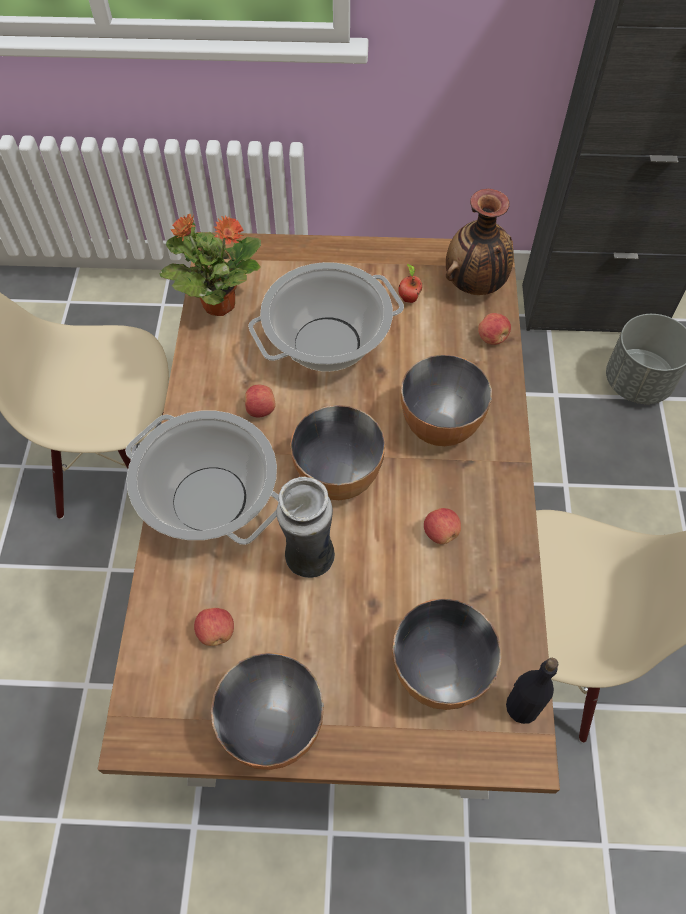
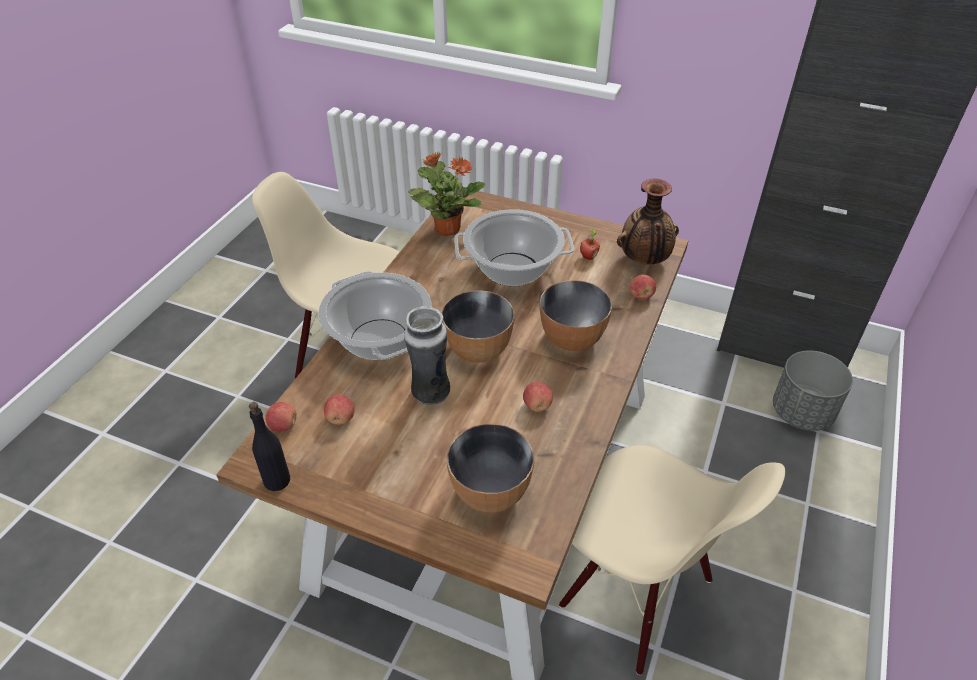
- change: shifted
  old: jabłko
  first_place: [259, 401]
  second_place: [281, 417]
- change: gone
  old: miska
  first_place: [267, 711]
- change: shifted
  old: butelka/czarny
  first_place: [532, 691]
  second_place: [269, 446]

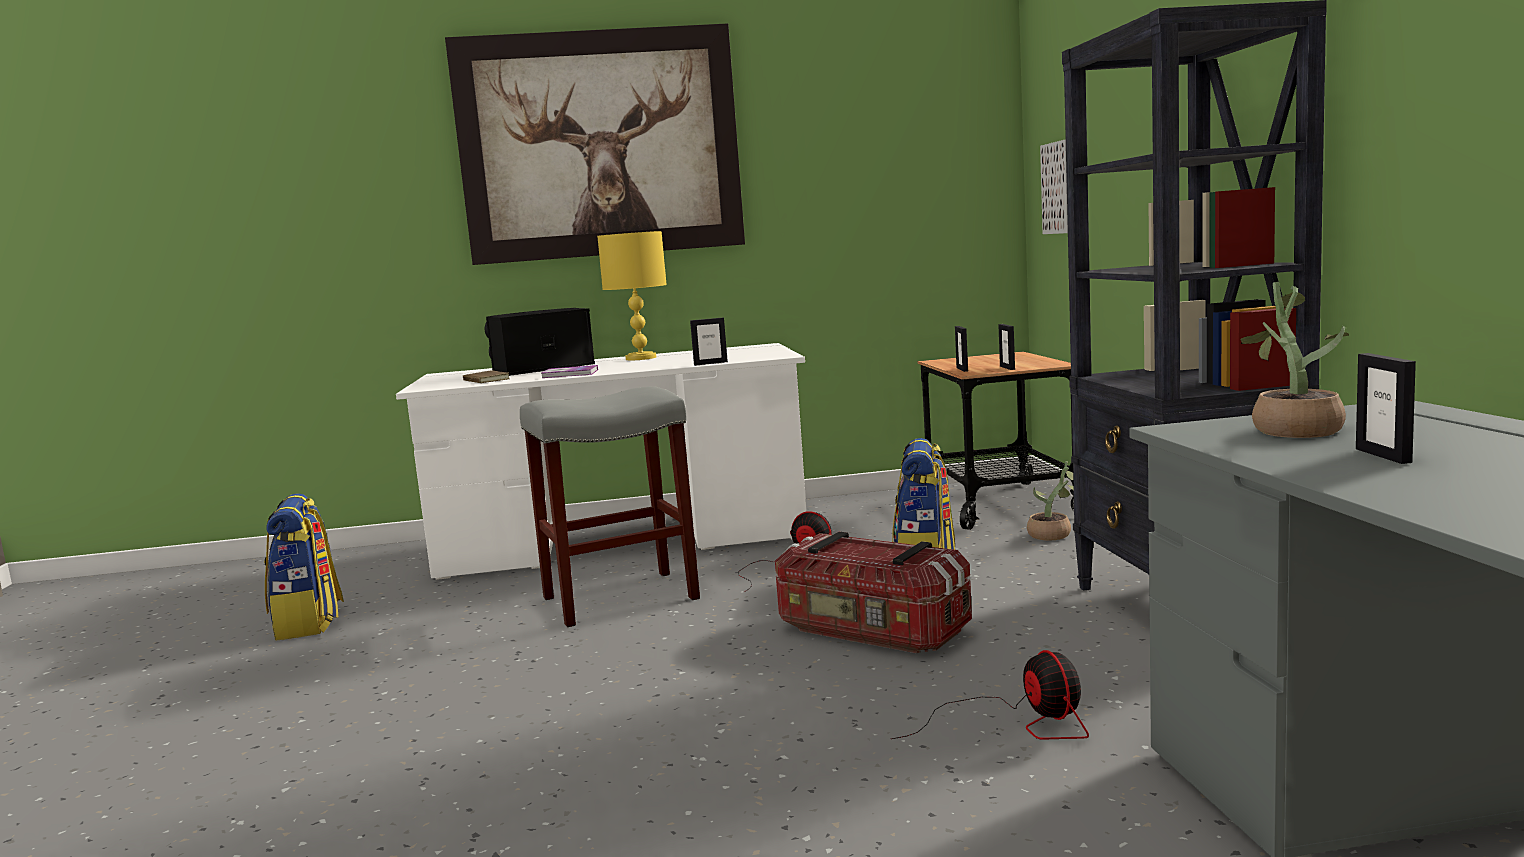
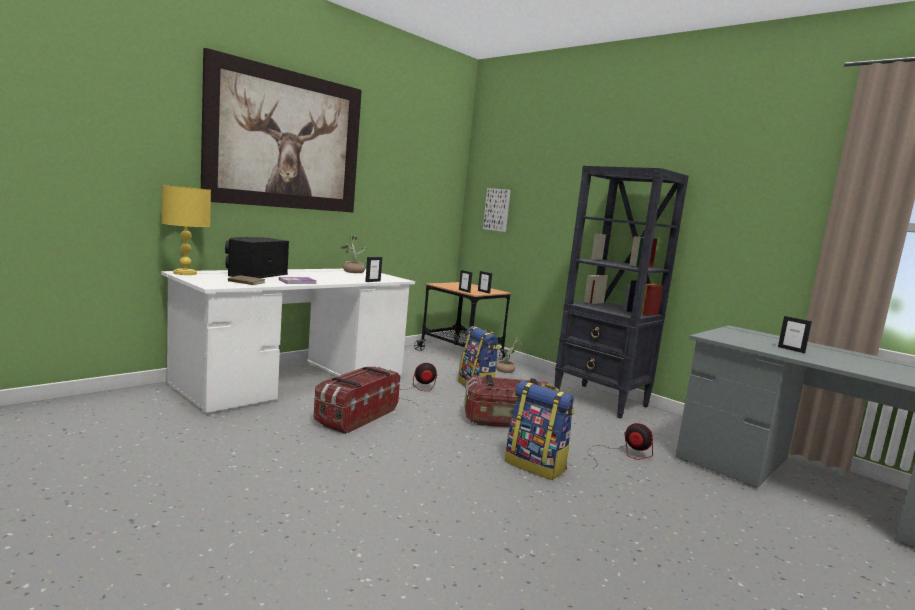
- change: shifted
  old: lampa stołowa/żółty
  first_place: [632, 295]
  second_place: [186, 230]
- change: shifted
  old: roślina doniczkowa
  first_place: [1294, 360]
  second_place: [354, 253]
- change: swapped
  old: stołek/szary
  new: pojemnik do przechowywania
  first_place: [610, 506]
  second_place: [357, 400]
- change: shifted
  old: plecak
  first_place: [304, 566]
  second_place: [539, 430]

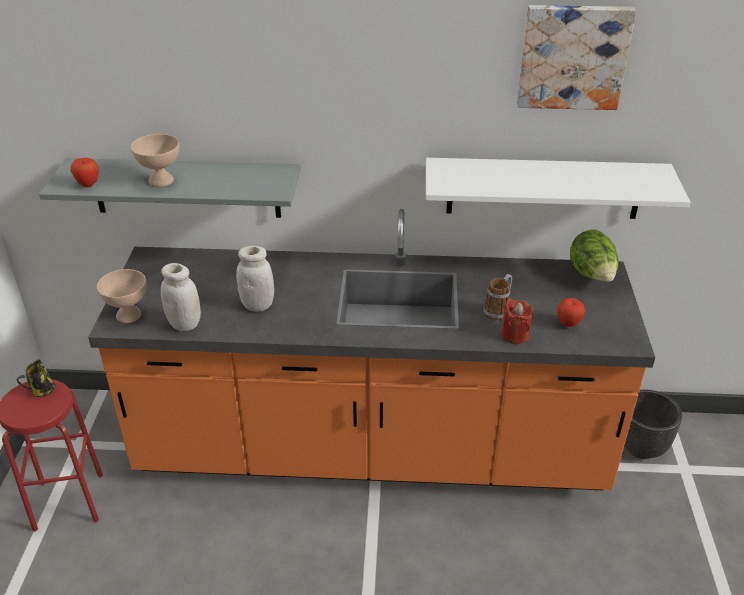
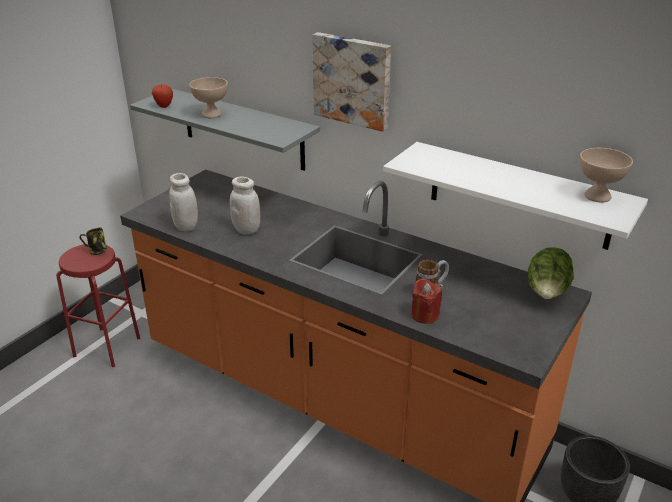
- change: shifted
  old: obraz
  first_place: [576, 57]
  second_place: [351, 82]
- change: shifted
  old: miska/beżowy
  first_place: [121, 296]
  second_place: [606, 175]
- change: gone
  old: jabłko
  first_place: [571, 312]

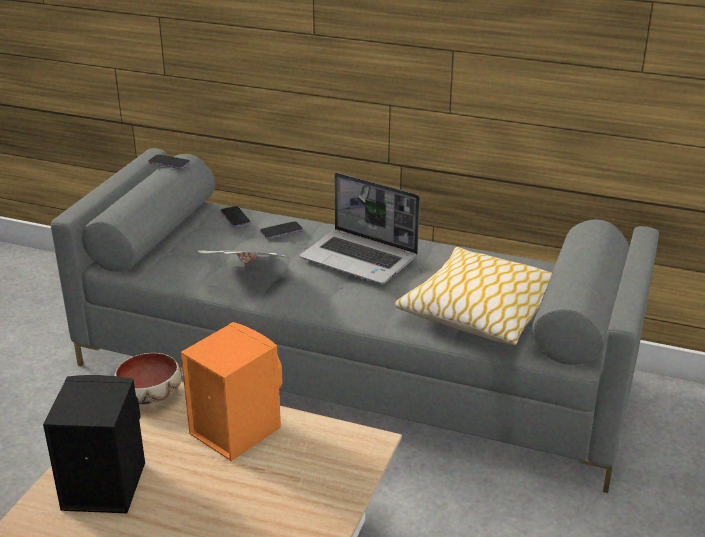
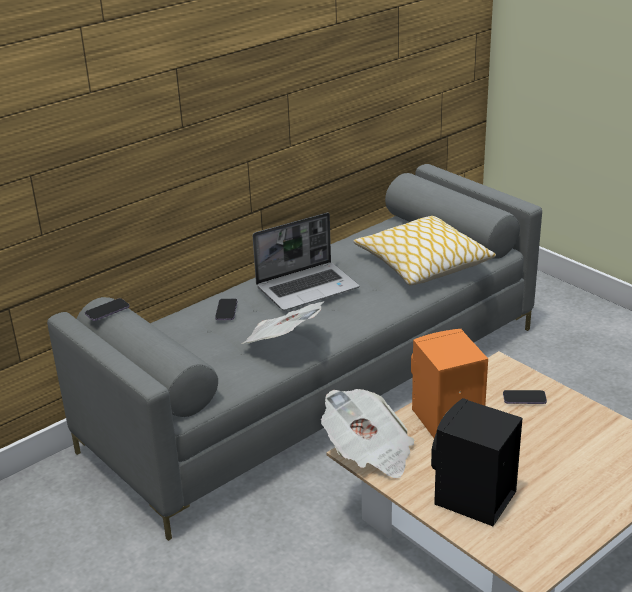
- change: shifted
  old: telefon
  first_place: [235, 216]
  second_place: [525, 397]
- change: swapped
  old: miska
  new: gazeta
  first_place: [148, 378]
  second_place: [368, 433]

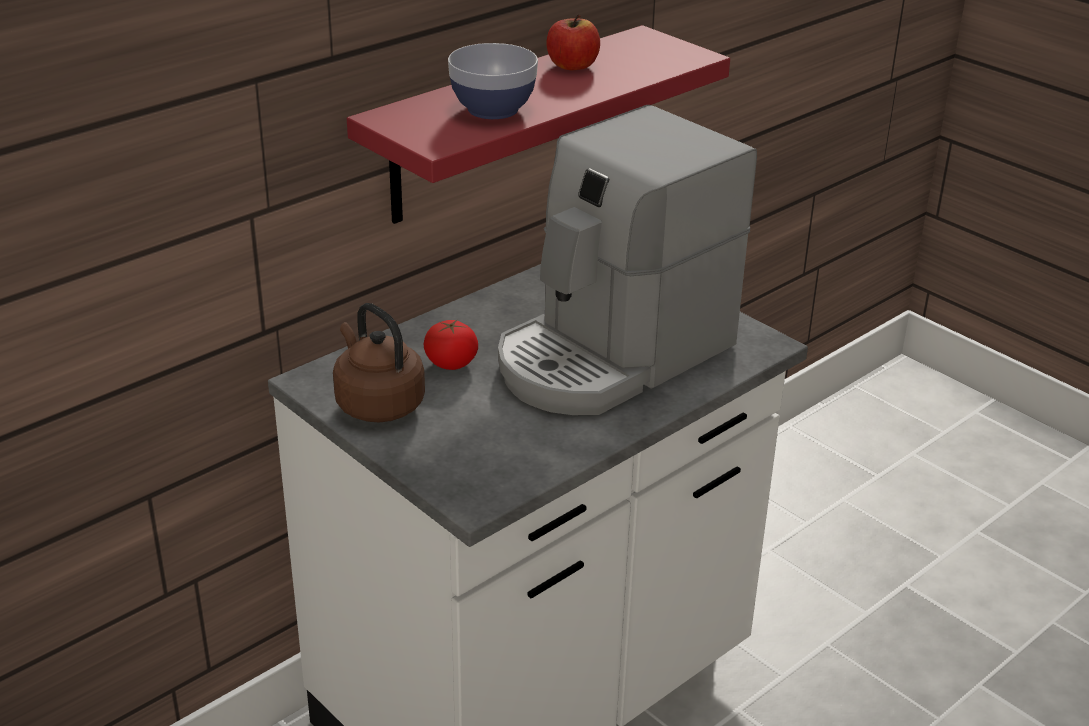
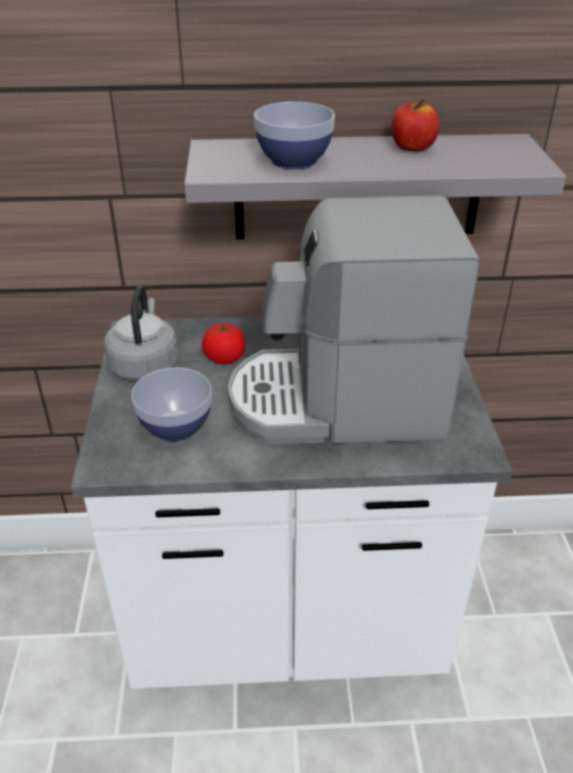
- change: repainted
  old: półka/czerwony
  new: półka/szary
  first_place: [538, 124]
  second_place: [375, 187]
- change: repainted
  old: czajnik/brązowy
  new: czajnik/szary
  first_place: [379, 362]
  second_place: [141, 333]
- change: new
  new: miska
  second_place: [171, 404]

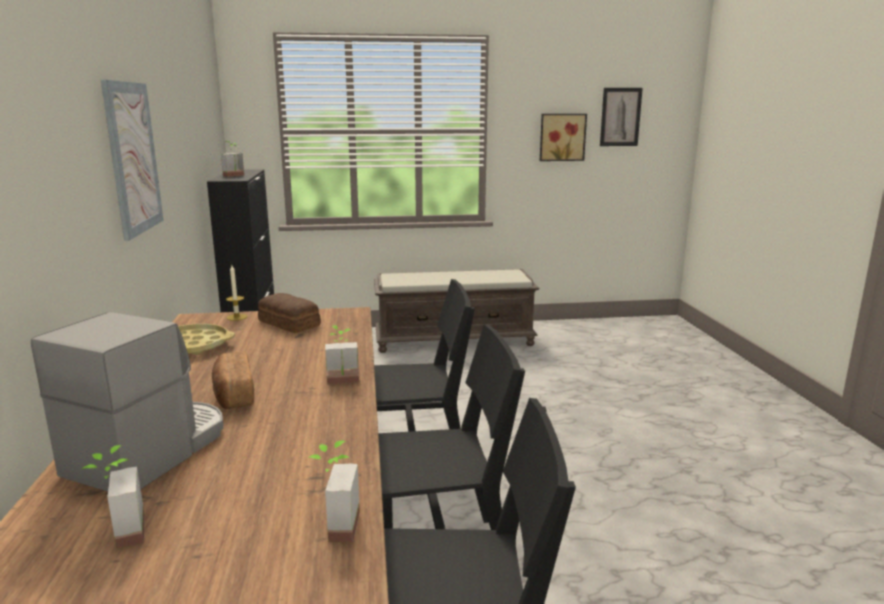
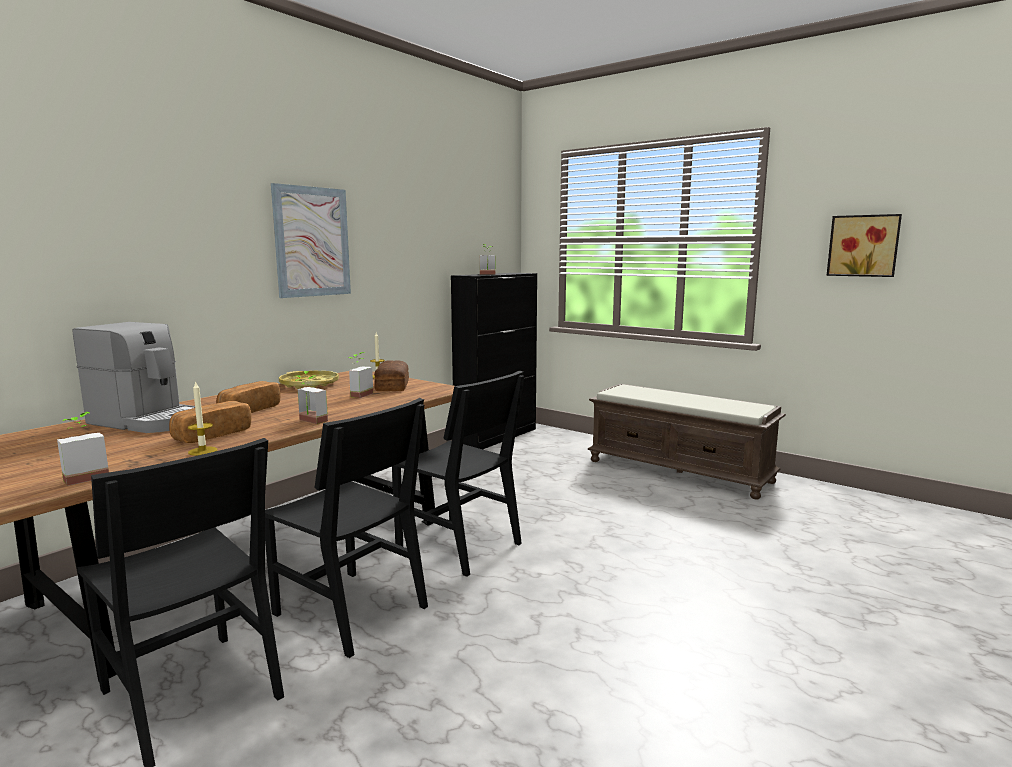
- change: gone
  old: obraz
  first_place: [621, 117]
- change: rotated
  old: ekspres do kawy
  first_place: [127, 401]
  second_place: [134, 377]
  degrees: 45
- change: shifted
  old: roślina doniczkowa
  first_place: [113, 497]
  second_place: [360, 375]
- change: new
  new: świeca
  second_place: [202, 418]
- change: new
  new: chleb
  second_place: [210, 422]

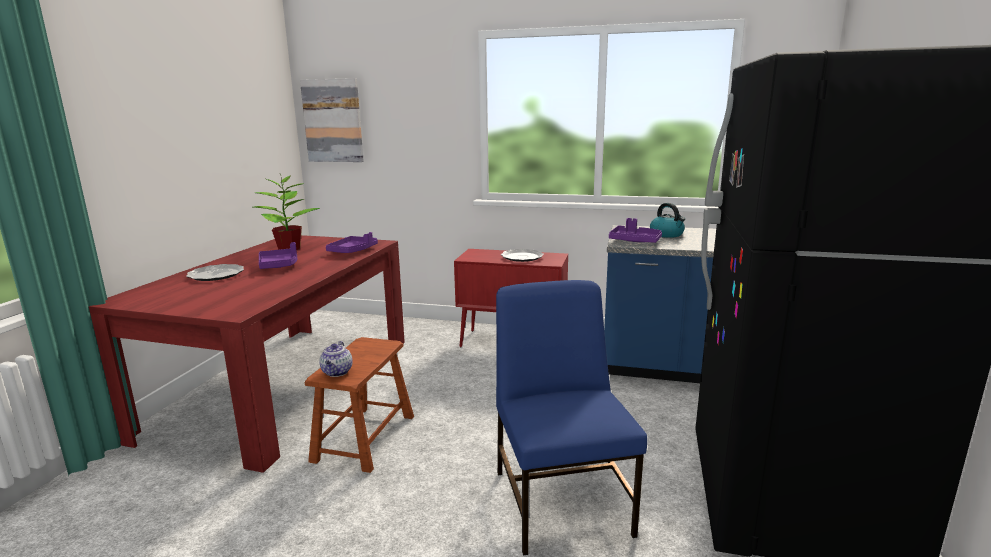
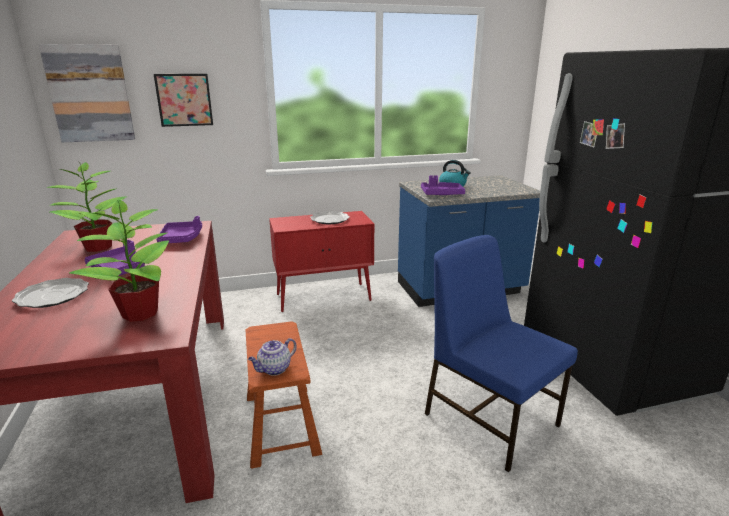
- change: rotated
  old: imbryk
  first_place: [336, 359]
  second_place: [272, 357]
  degrees: 75
- change: new
  new: obraz
  second_place: [183, 100]
- change: new
  new: roślina doniczkowa
  second_place: [119, 261]

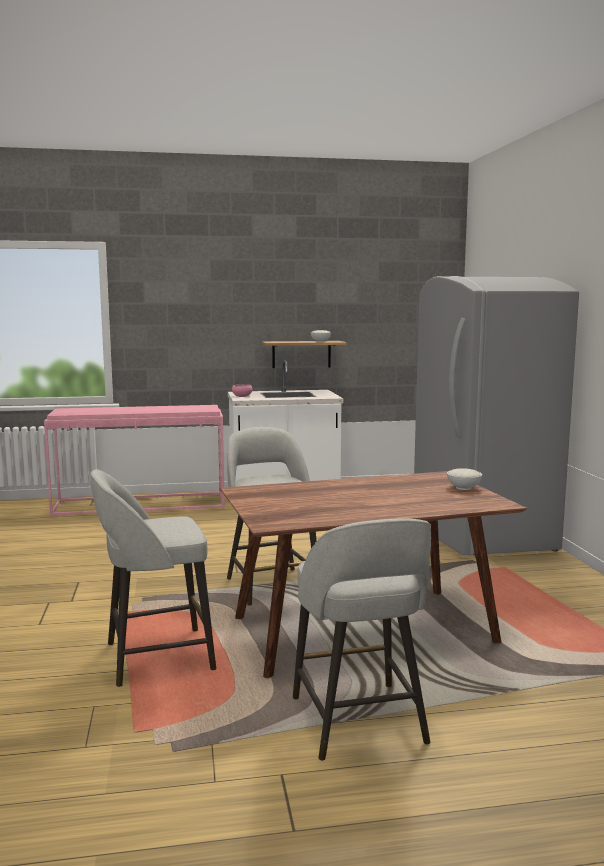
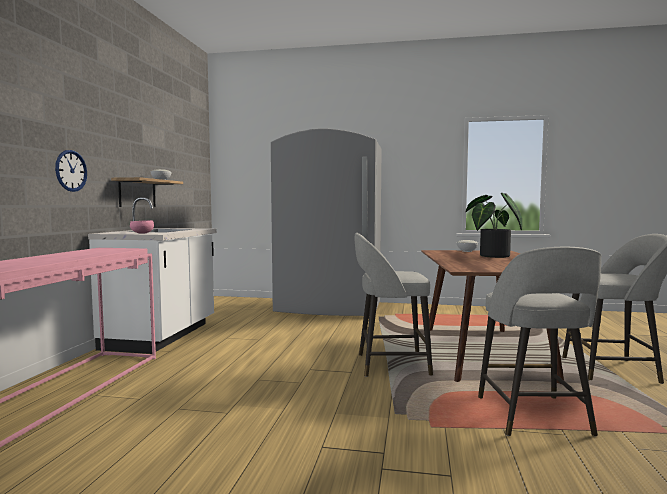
- change: new
  new: zegar ścienny
  second_place: [71, 171]
- change: new
  new: roślina doniczkowa
  second_place: [494, 225]

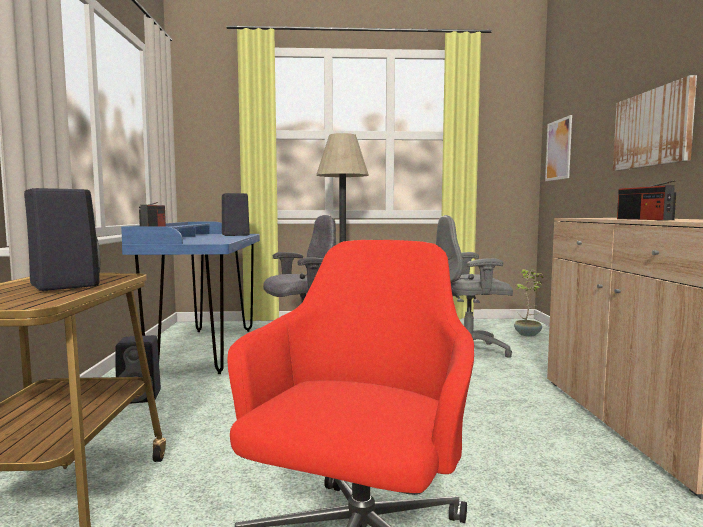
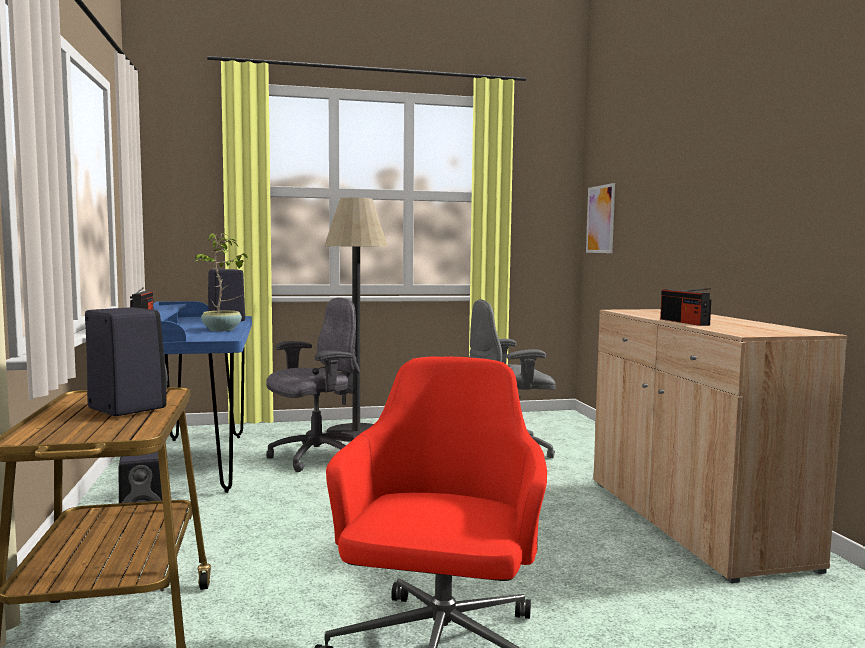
- change: gone
  old: obraz
  first_place: [655, 123]
- change: shifted
  old: roślina doniczkowa
  first_place: [529, 302]
  second_place: [221, 282]

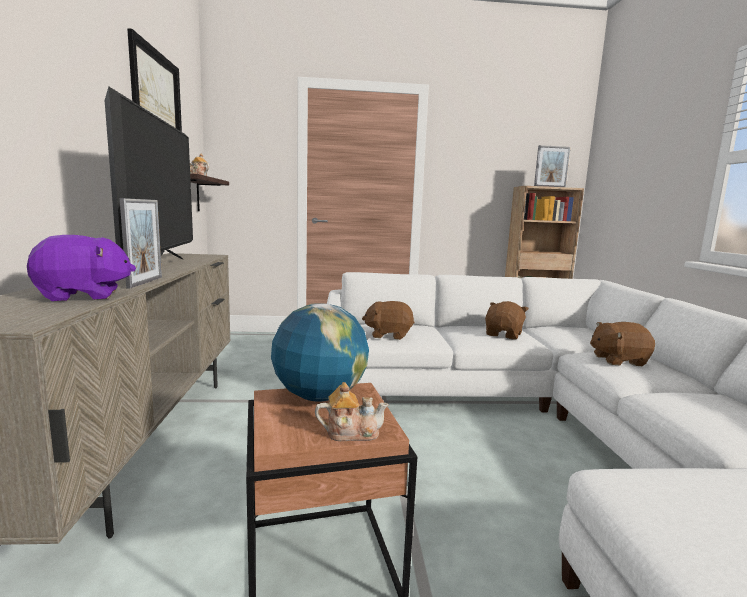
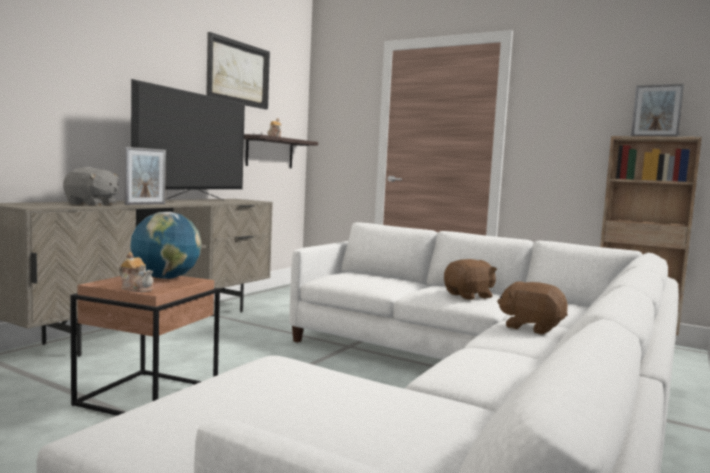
- change: repainted
  old: pluszak/fioletowy
  new: pluszak/szary
  first_place: [81, 268]
  second_place: [91, 186]
- change: gone
  old: pluszak/brązowy
  first_place: [388, 320]

